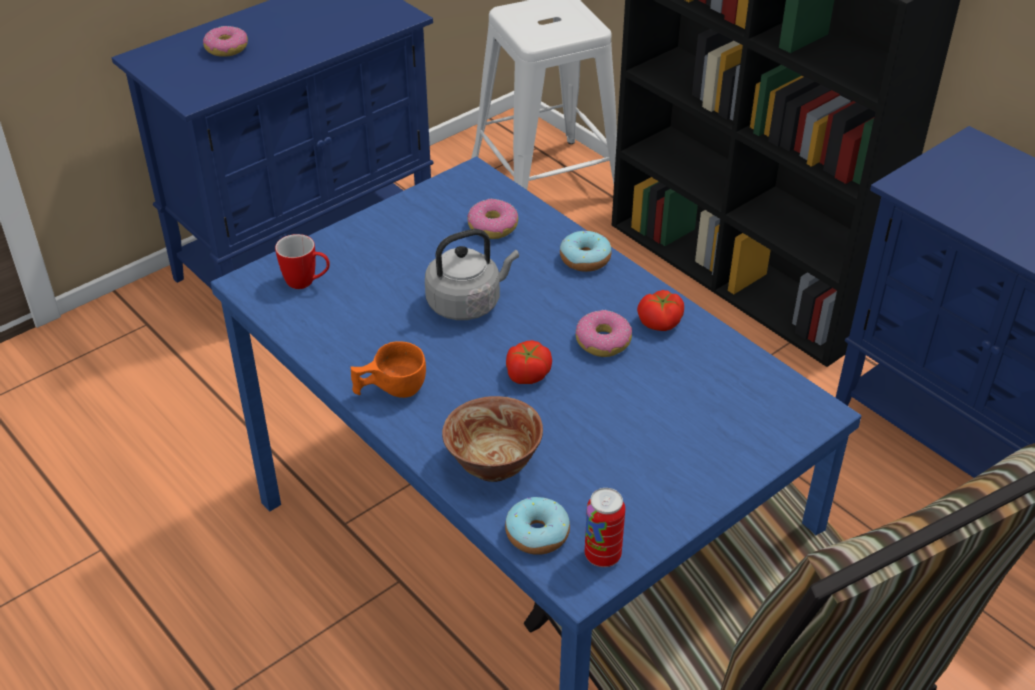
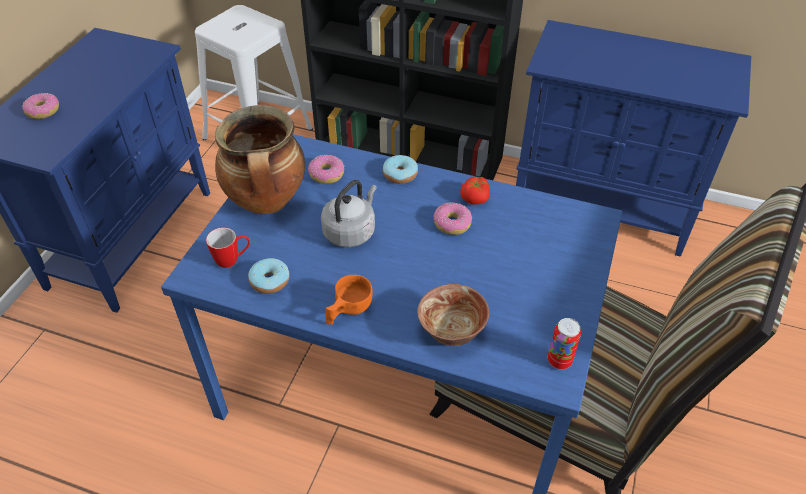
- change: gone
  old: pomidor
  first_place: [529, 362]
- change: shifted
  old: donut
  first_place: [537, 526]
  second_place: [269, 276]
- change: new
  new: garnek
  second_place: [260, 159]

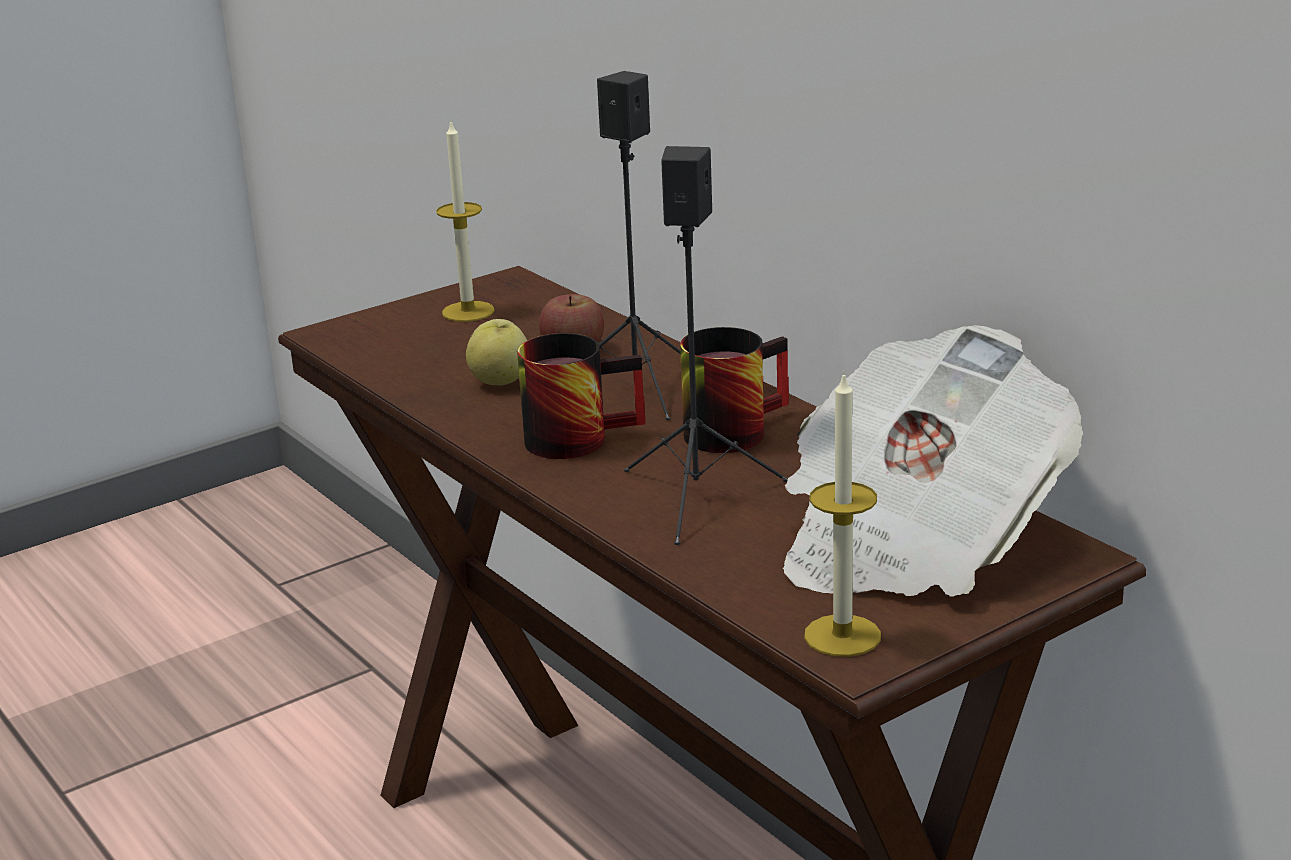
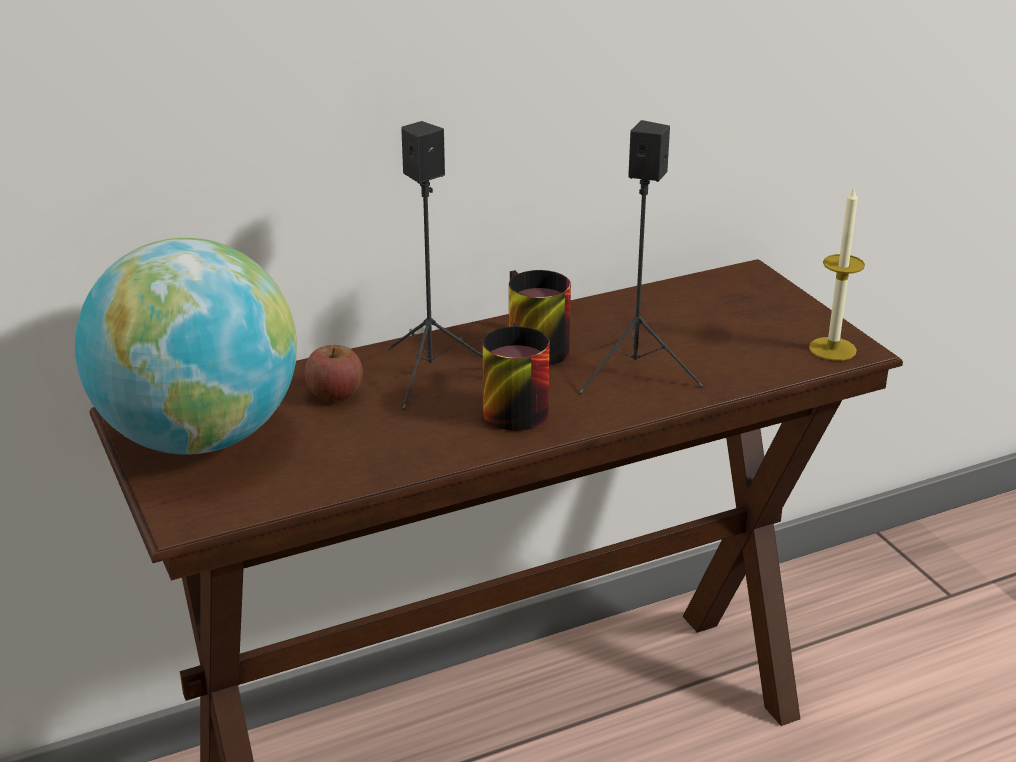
- change: swapped
  old: świeca
  new: globus
  first_place: [465, 222]
  second_place: [186, 346]
- change: gone
  old: jabłko
  first_place: [496, 352]
- change: gone
  old: gazeta
  first_place: [933, 461]

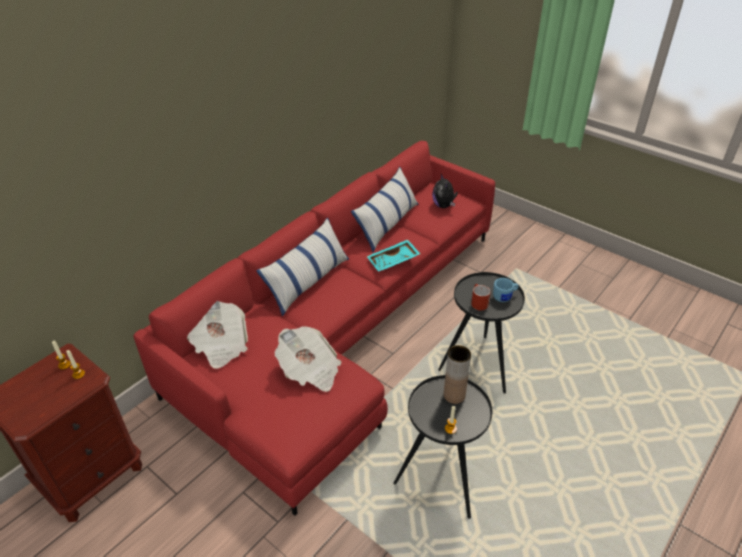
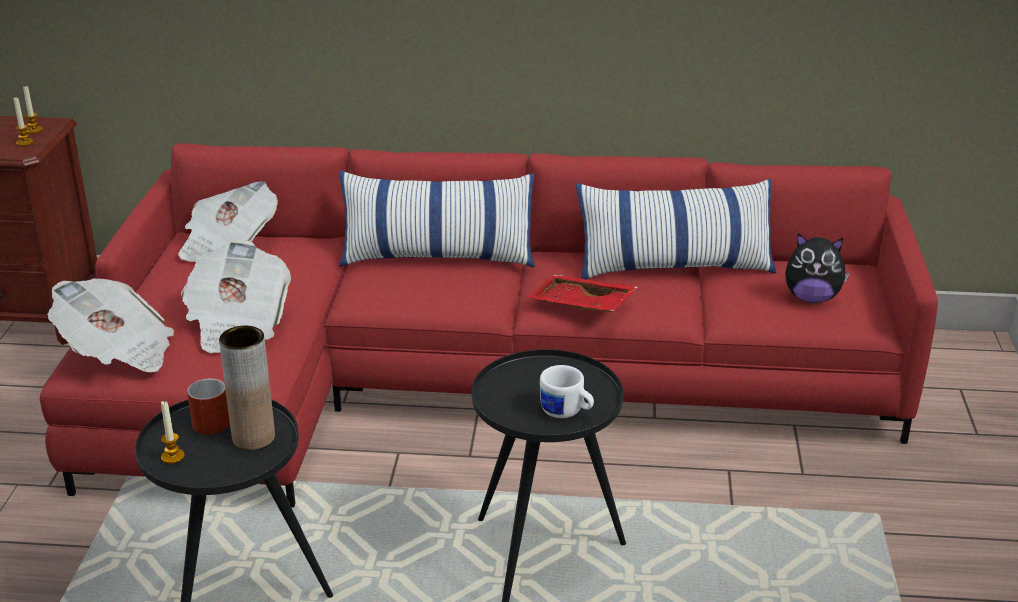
- change: rotated
  old: pluszak
  first_place: [445, 191]
  second_place: [817, 268]
  degrees: -120
- change: repainted
  old: taca/turkusowy
  new: taca/czerwony
  first_place: [393, 255]
  second_place: [582, 293]
- change: repainted
  old: kubek/niebieski
  new: kubek/biały
  first_place: [506, 290]
  second_place: [567, 391]
- change: shifted
  old: kubek/czerwony
  first_place: [481, 297]
  second_place: [208, 406]
- change: new
  new: gazeta
  second_place: [110, 326]

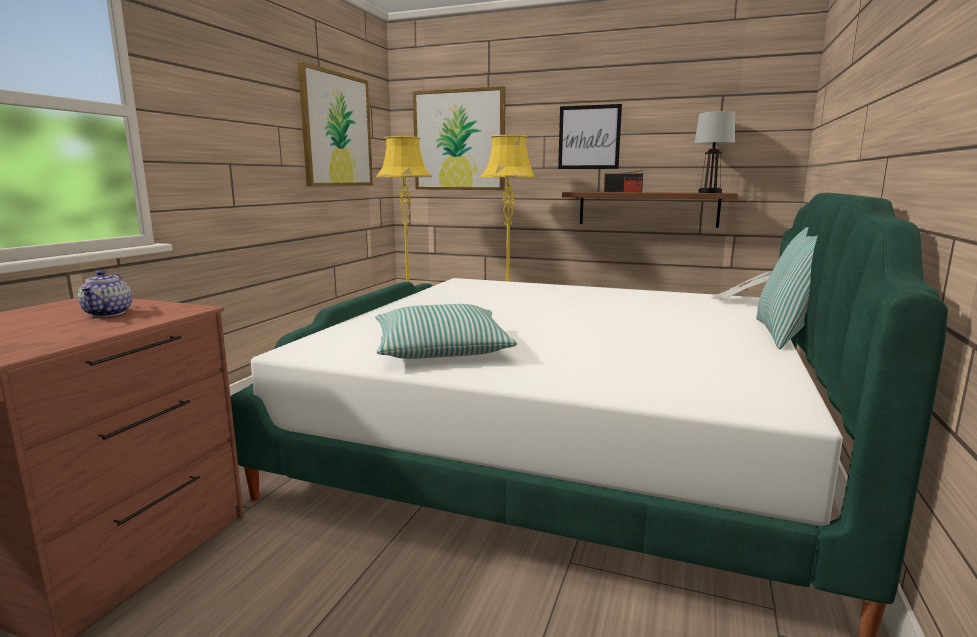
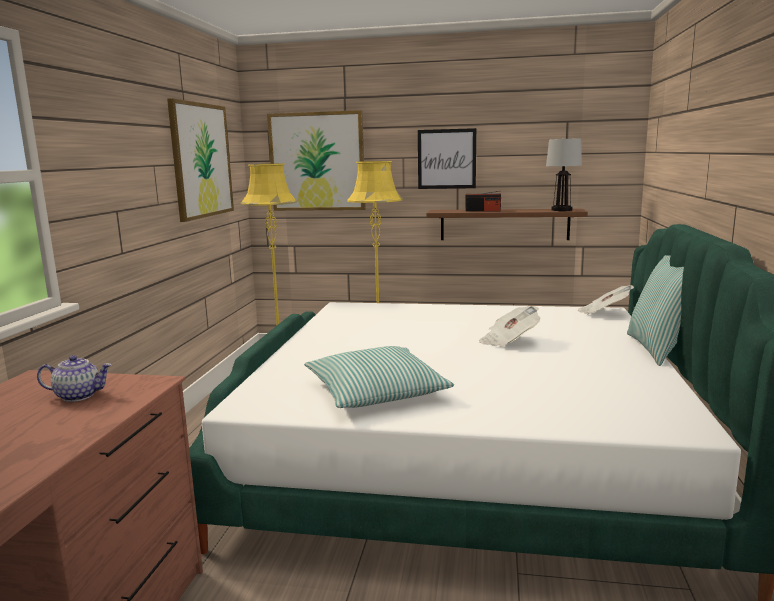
- change: rotated
  old: imbryk
  first_place: [105, 293]
  second_place: [74, 378]
  degrees: -75
- change: new
  new: gazeta
  second_place: [509, 326]

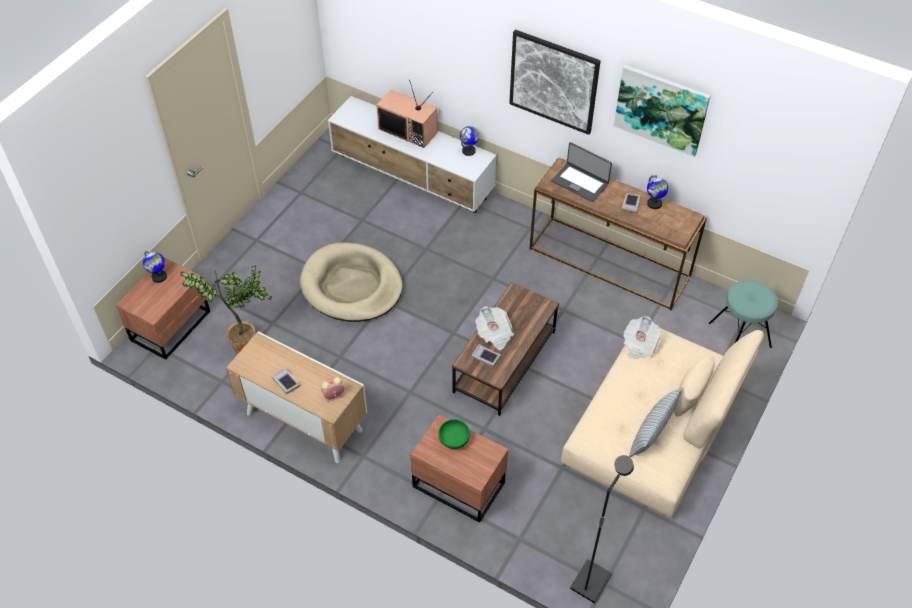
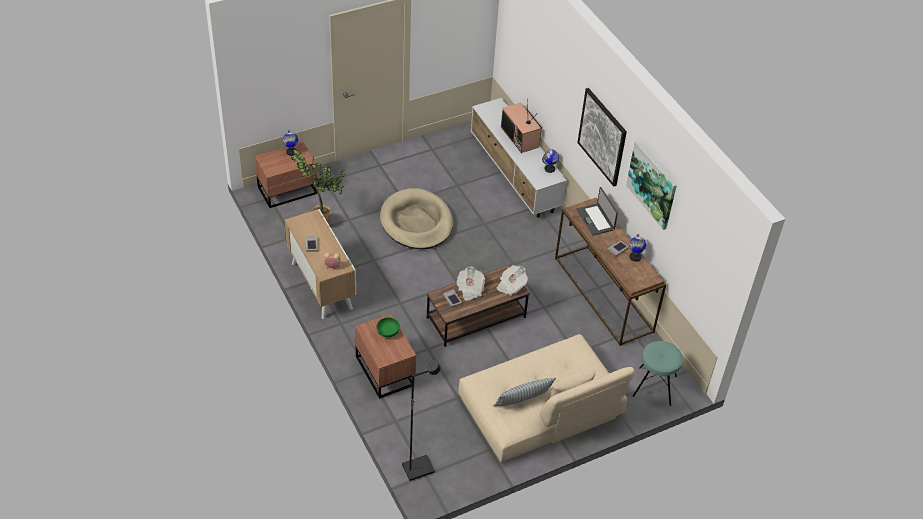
- change: shifted
  old: gazeta
  first_place: [642, 337]
  second_place: [512, 280]

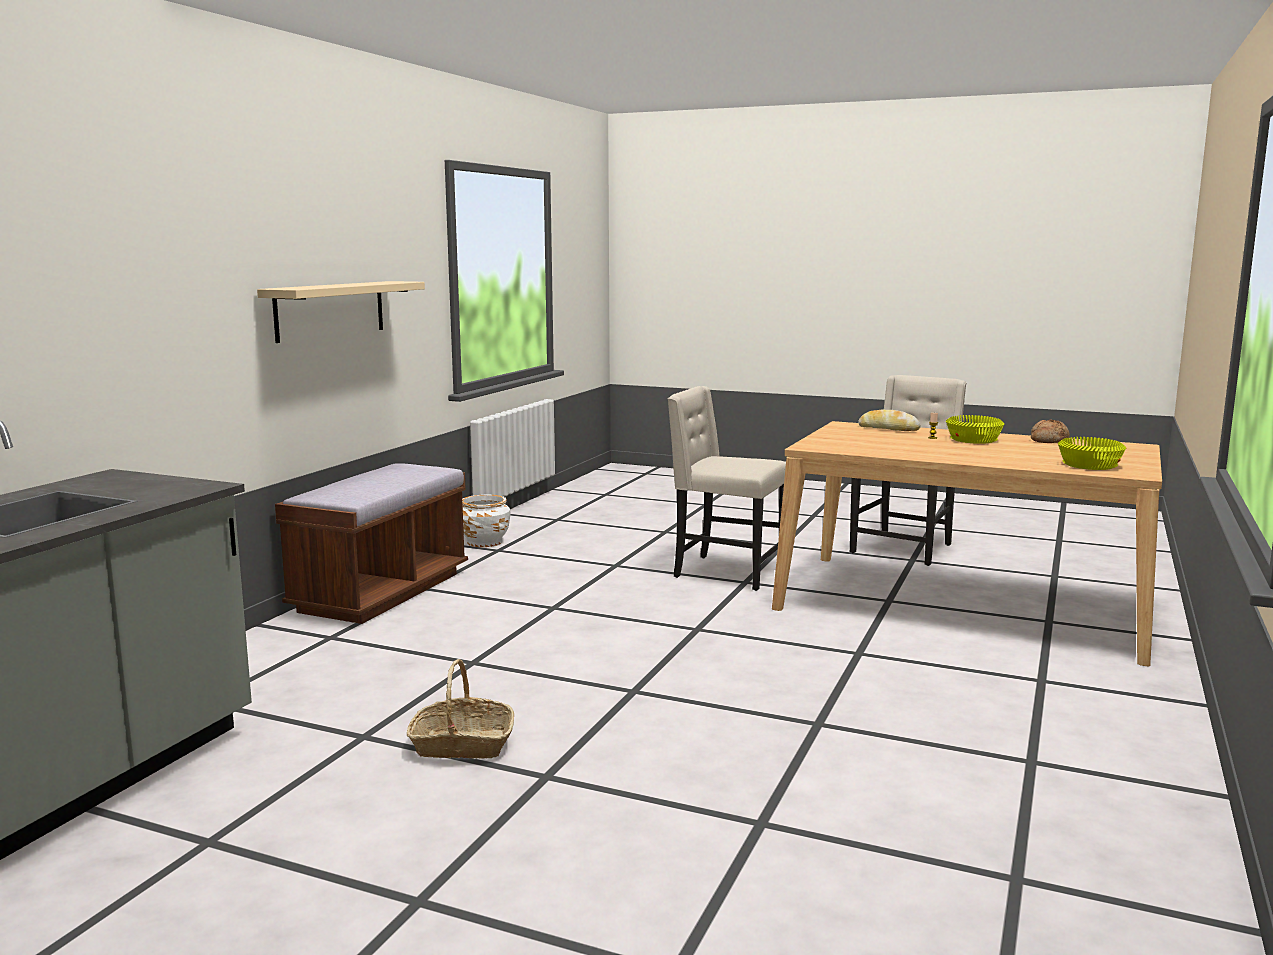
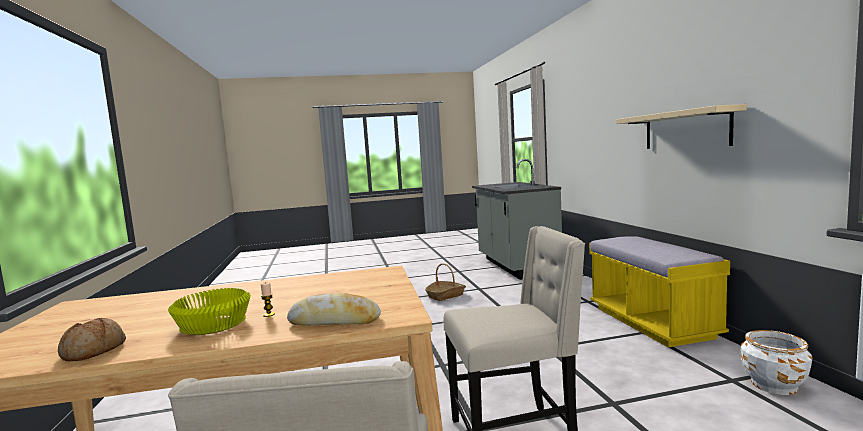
- change: gone
  old: miska/żółty
  first_place: [1092, 453]
- change: repainted
  old: ławka/brązowy
  new: ławka/żółty
  first_place: [371, 543]
  second_place: [659, 292]

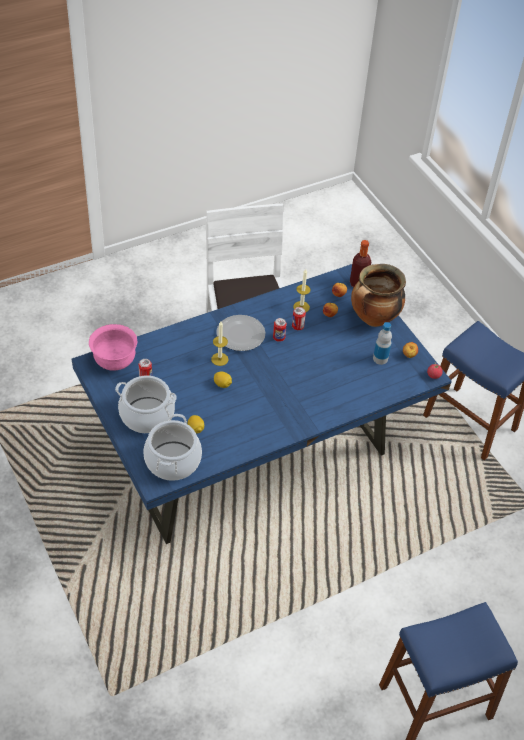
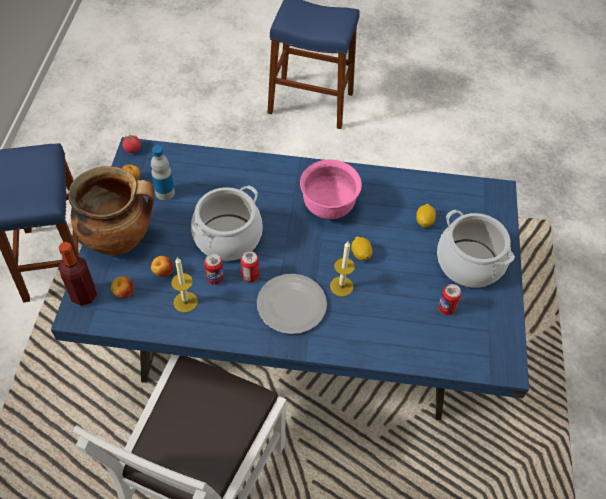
- change: shifted
  old: miska/różowy
  first_place: [113, 347]
  second_place: [331, 189]
- change: shifted
  old: garnek
  first_place: [172, 447]
  second_place: [227, 223]

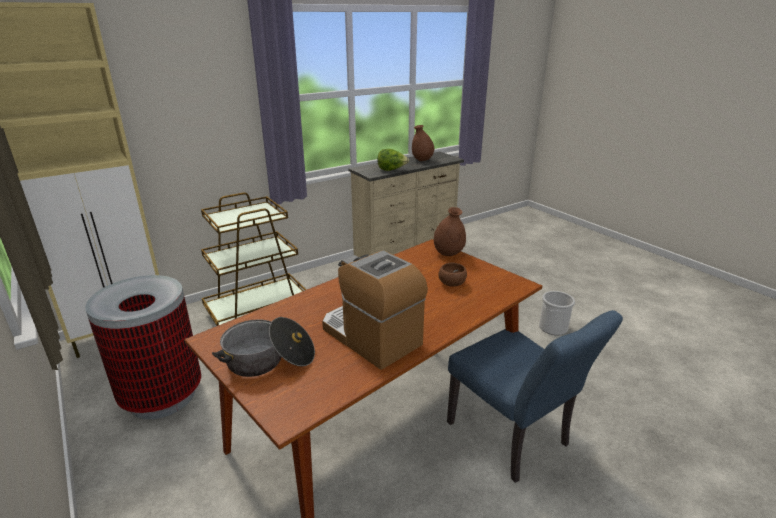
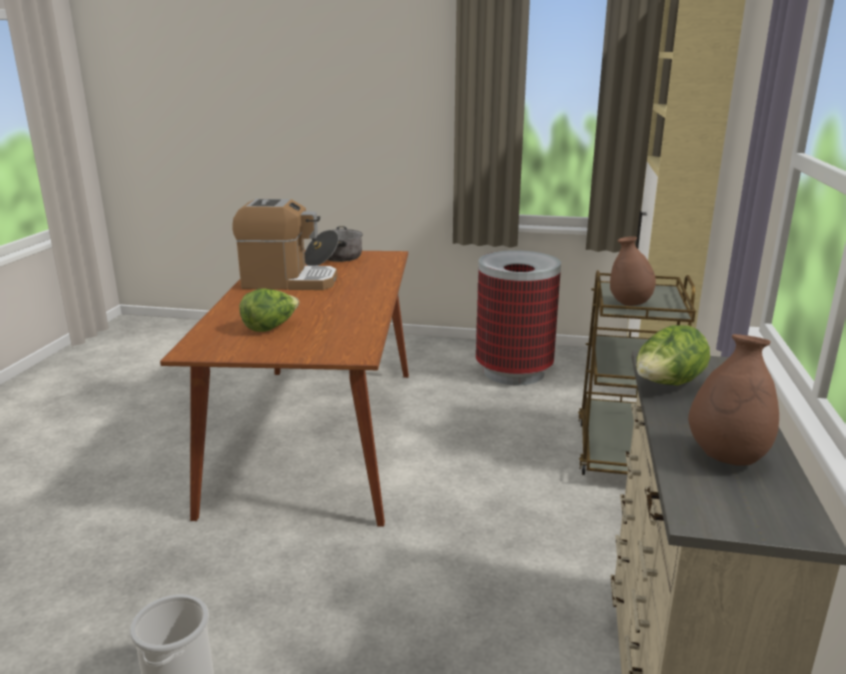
- change: shifted
  old: wazon/brązowy
  first_place: [450, 231]
  second_place: [633, 271]
- change: swapped
  old: miska/brązowy
  new: sałata
  first_place: [452, 275]
  second_place: [269, 310]
- change: gone
  old: krzesło/niebieski
  first_place: [535, 396]

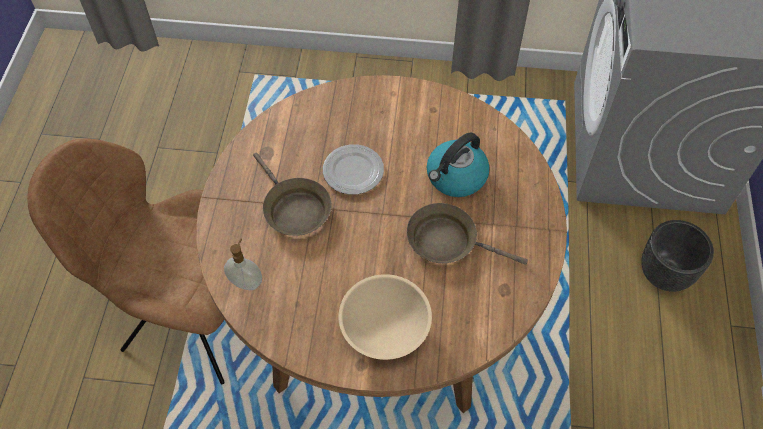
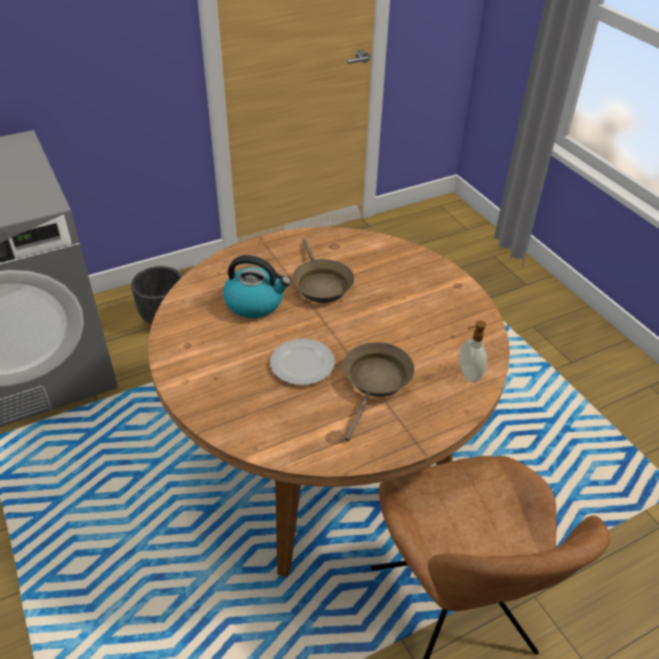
- change: gone
  old: miska/beżowy
  first_place: [385, 317]

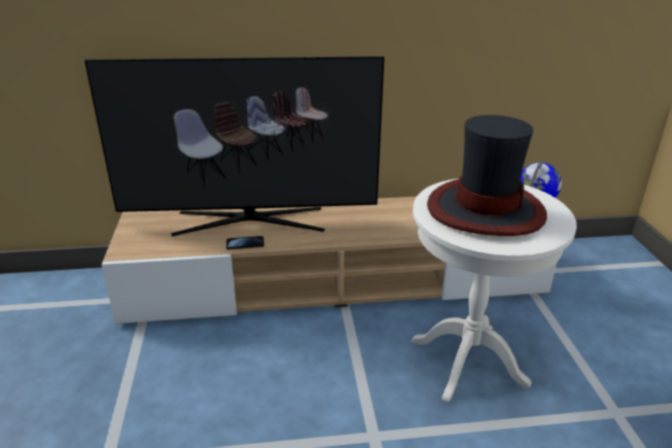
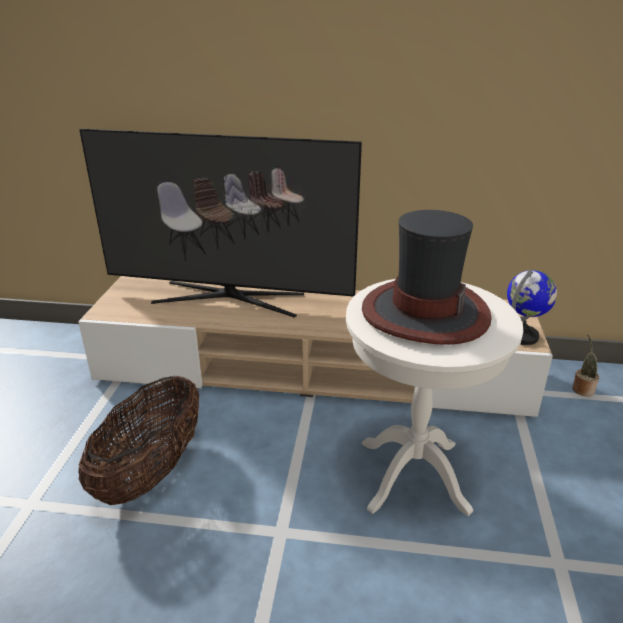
- change: gone
  old: telefon
  first_place: [245, 242]
- change: new
  new: roślina doniczkowa
  second_place: [585, 365]
- change: new
  new: koszyk
  second_place: [138, 440]

